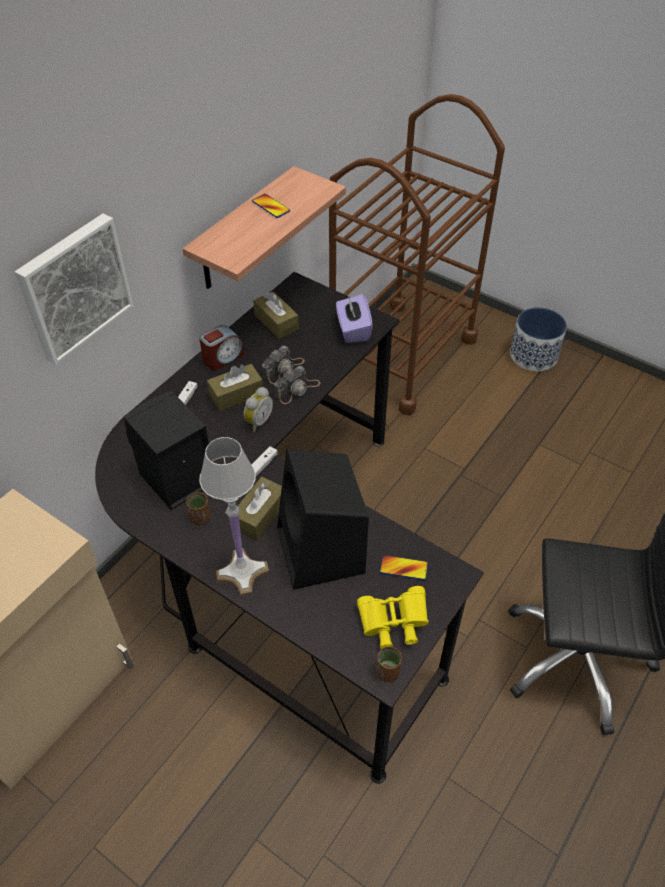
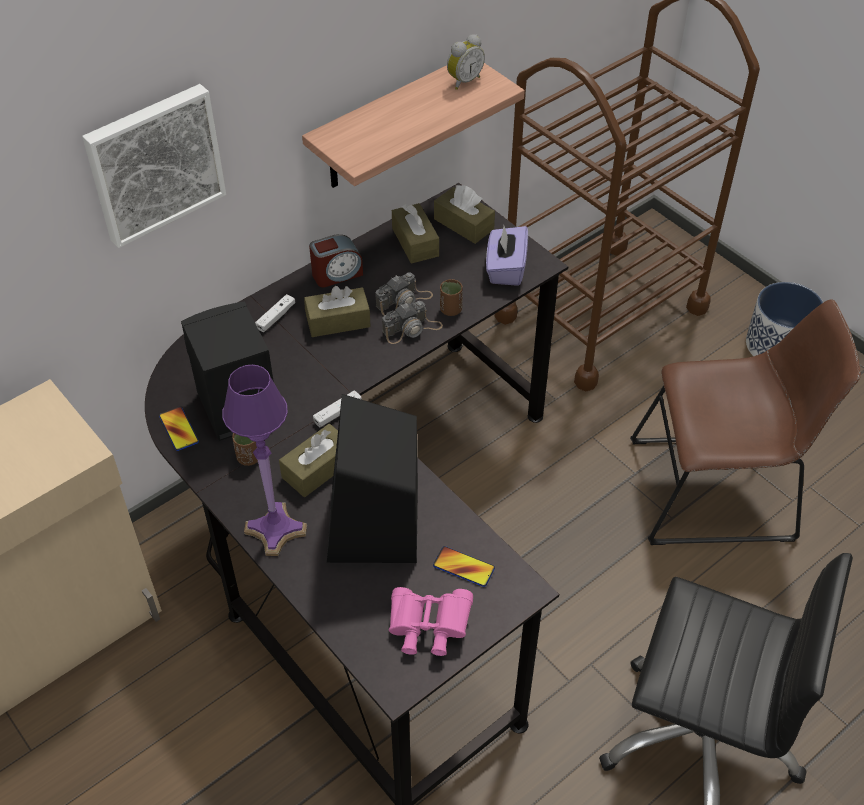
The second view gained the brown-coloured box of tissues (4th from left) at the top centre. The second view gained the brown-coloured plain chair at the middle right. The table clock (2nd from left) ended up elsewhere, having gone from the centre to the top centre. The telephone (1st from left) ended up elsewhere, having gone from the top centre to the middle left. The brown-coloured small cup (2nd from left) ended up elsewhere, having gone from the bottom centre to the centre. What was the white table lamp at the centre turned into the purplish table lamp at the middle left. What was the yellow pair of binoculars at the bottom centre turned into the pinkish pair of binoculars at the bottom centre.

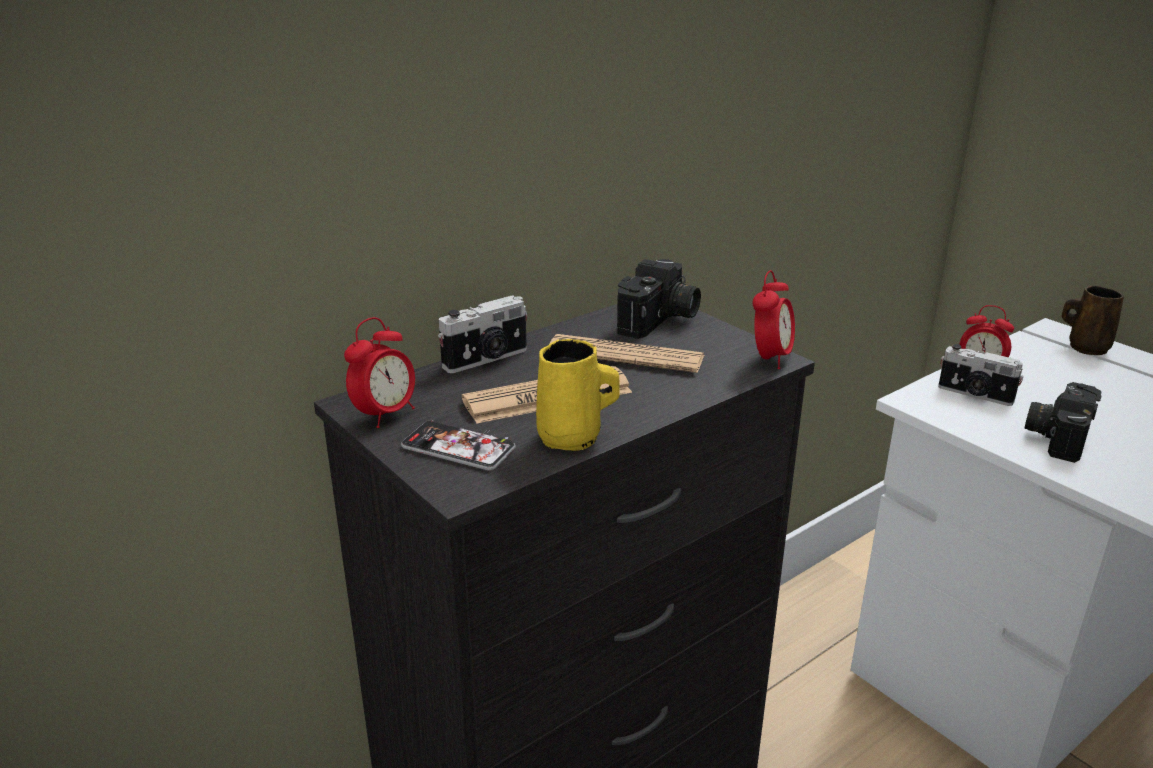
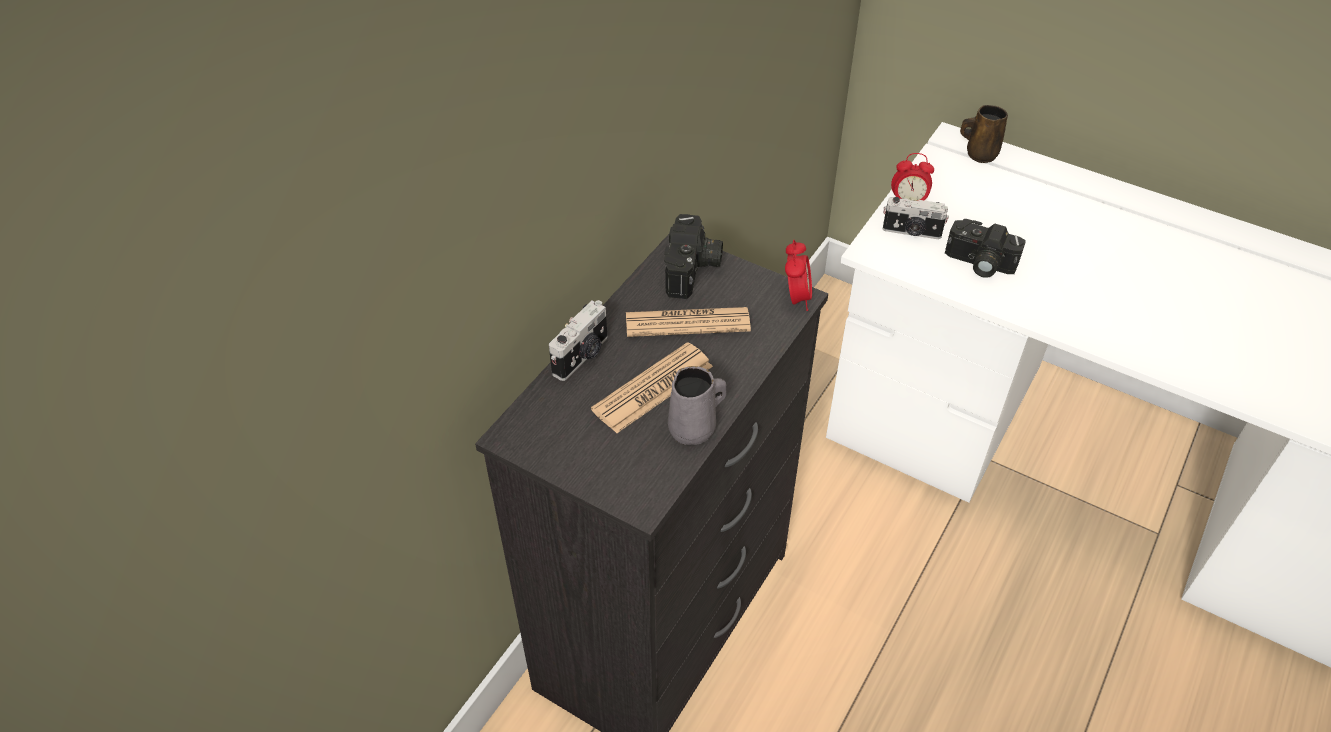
The second view lost the table clock (1st from left) at the middle left. The second view lost the telephone at the centre. What was the yellow tea mug at the centre turned into the grey tea mug at the centre. The still camera (4th from left) at the middle right ended up facing another way, 75 degrees counterclockwise from before.

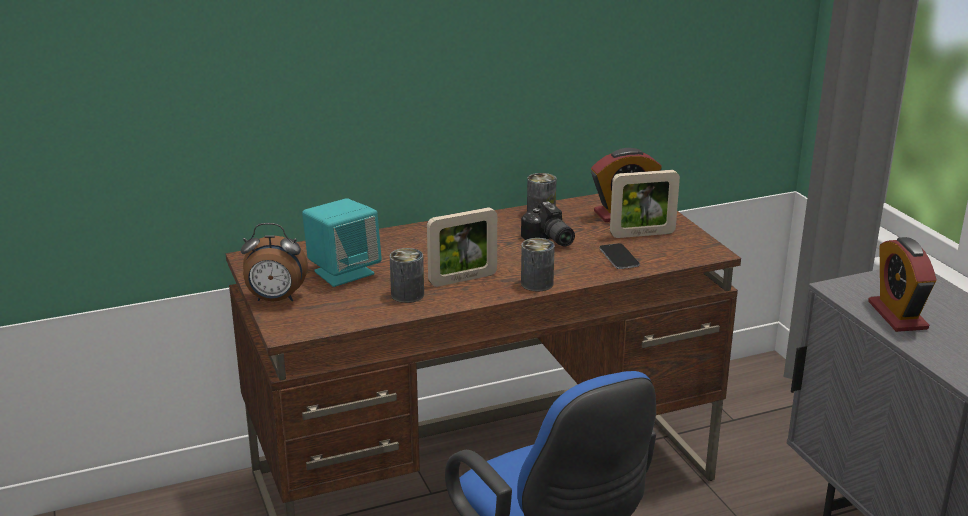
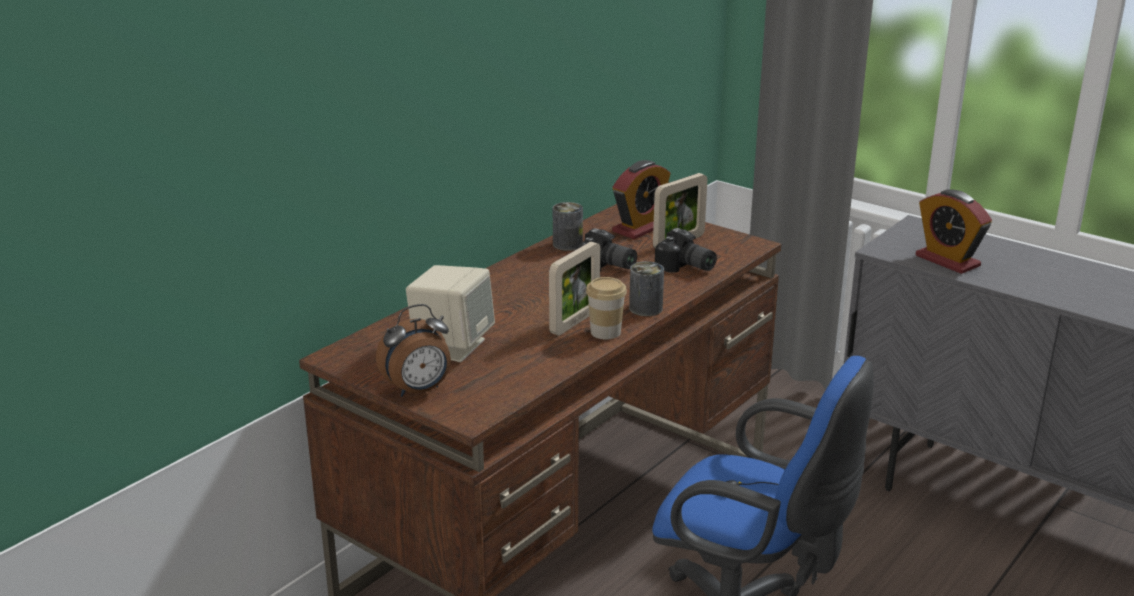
The second view lost the sealed can (1st from left) at the centre. The second view gained the small cup at the centre. Where the telephone stood at the centre, the still camera (2nd from left) came to stand at the centre. What was the turquoise-coloured loudspeaker at the centre turned into the beige loudspeaker at the centre.

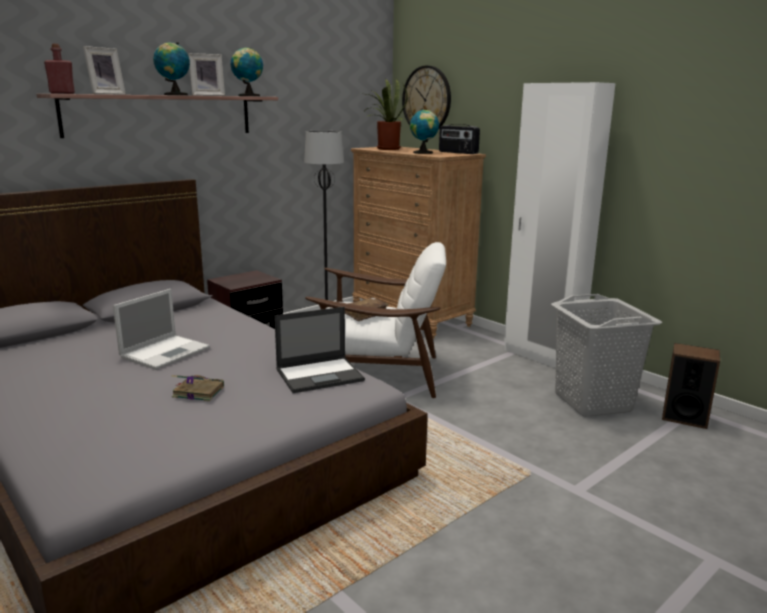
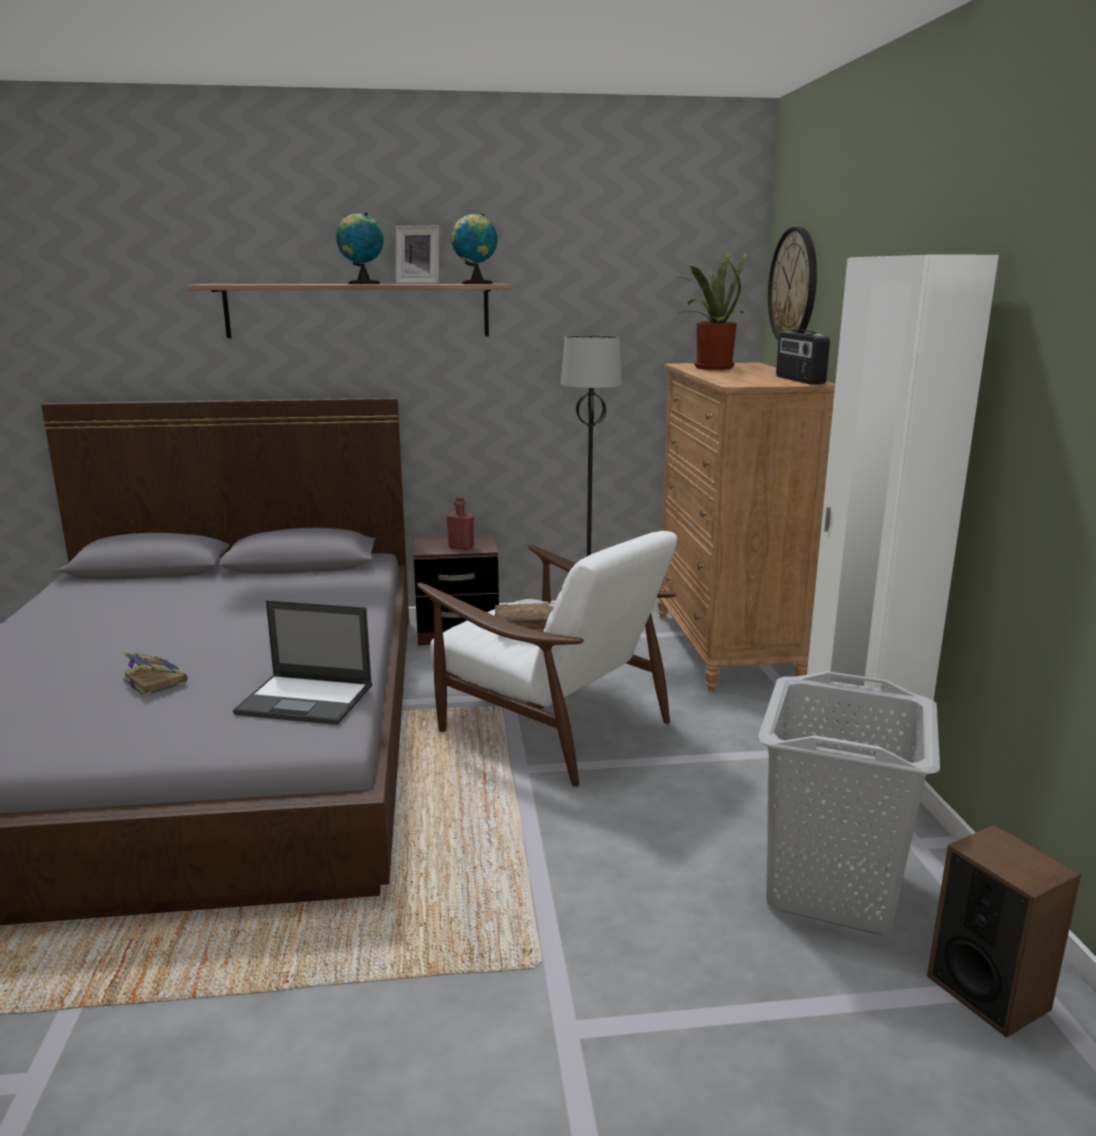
The second view lost the picture frame (1st from left) at the top left. The second view lost the portable computer (1st from left) at the middle left. The second view lost the globe (3rd from left) at the top centre. The reddish bottle ended up elsewhere, having gone from the top left to the centre.

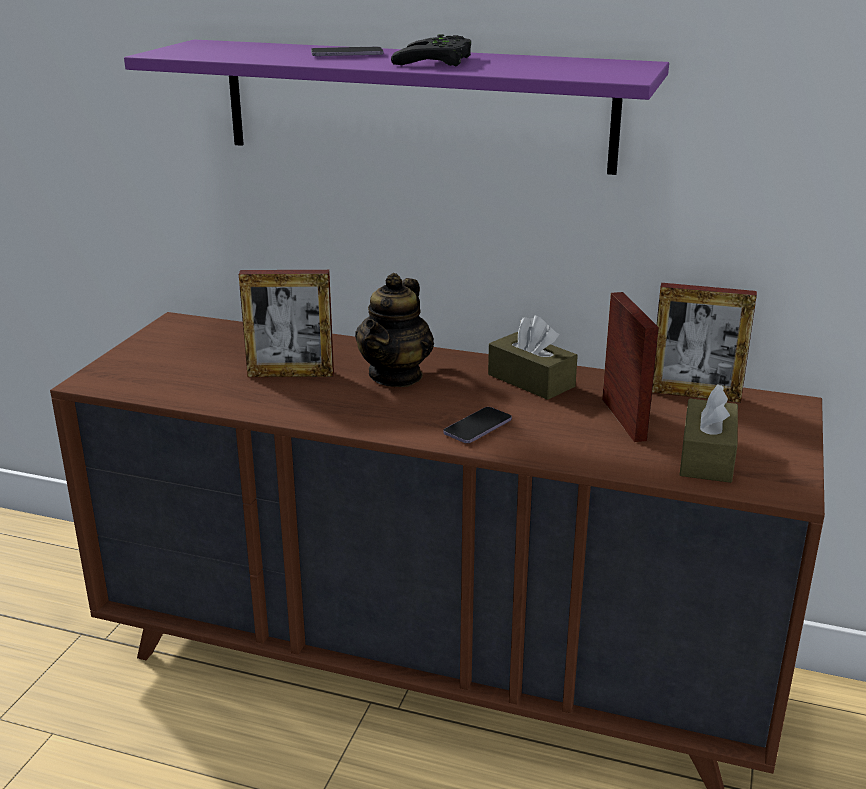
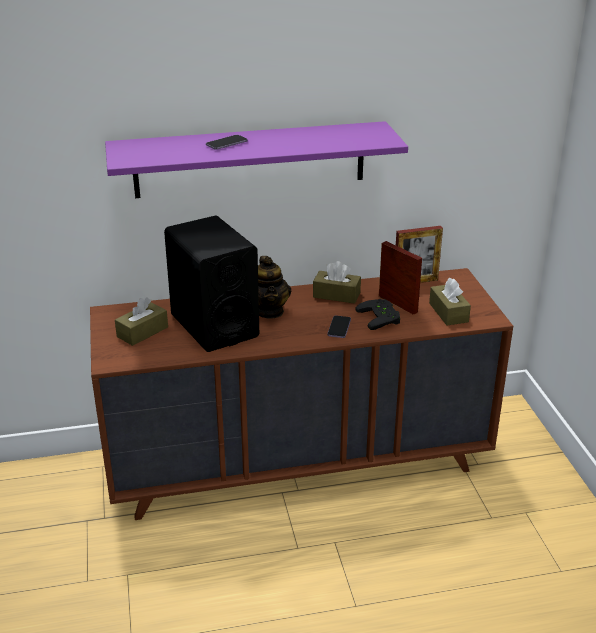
The second view gained the brown-coloured box of tissues (1st from left) at the middle left. The blackish gamepad ended up elsewhere, having gone from the top centre to the centre. Where the picture frame (1st from left) stood at the middle left, the blackish loudspeaker came to stand at the centre.

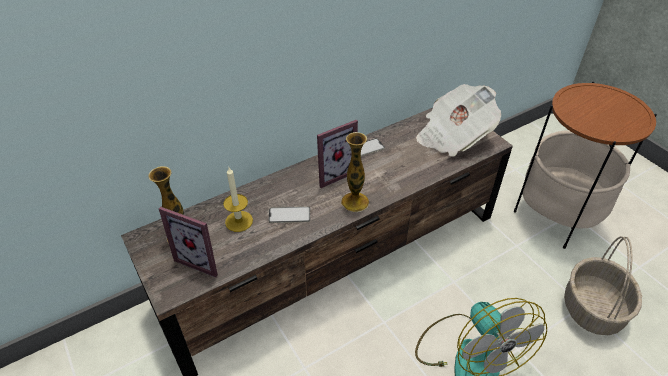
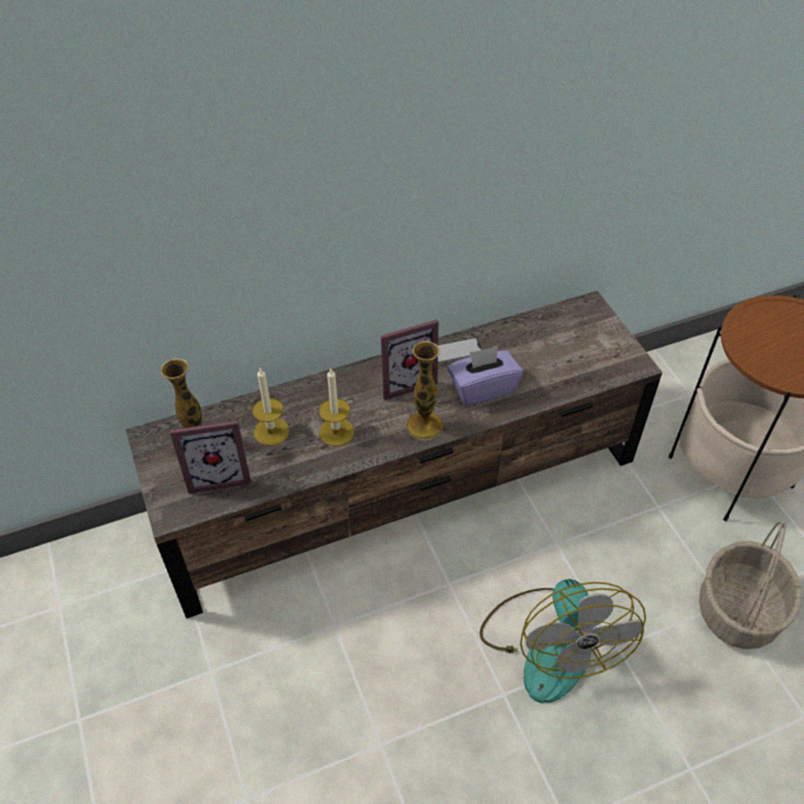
The second view lost the daily paper at the top right. The second view gained the purplish box of tissues at the centre. Where the telephone (1st from left) stood at the centre, the wax candle (2nd from left) came to stand at the centre. The picture frame (1st from left) at the middle left ended up facing another way, 45 degrees counterclockwise from before.

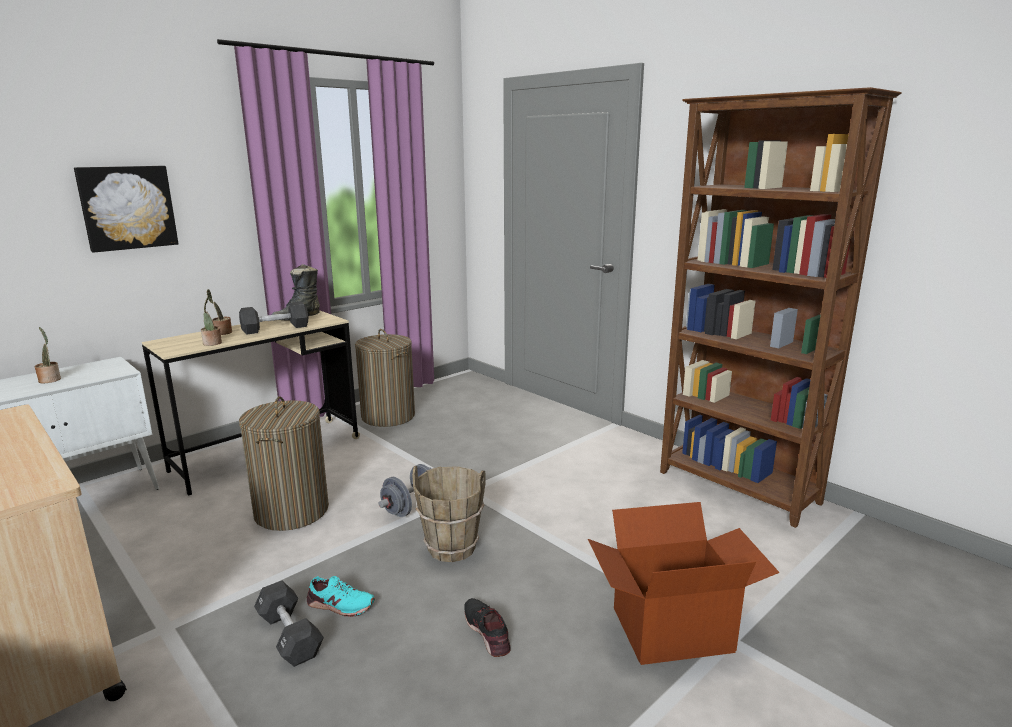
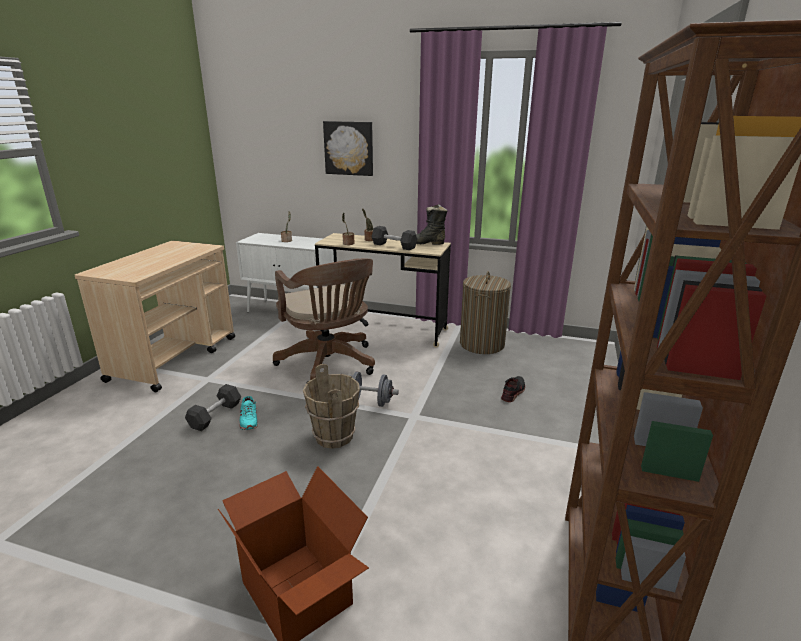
The blackish shoe ended up elsewhere, having gone from the bottom centre to the centre. Where the hamper (1st from left) stood at the middle left, the brown-coloured computer chair came to stand at the centre.

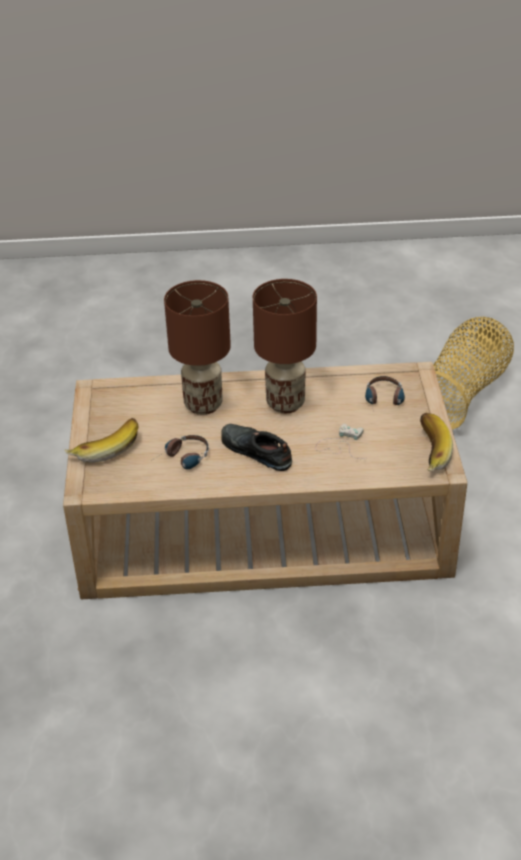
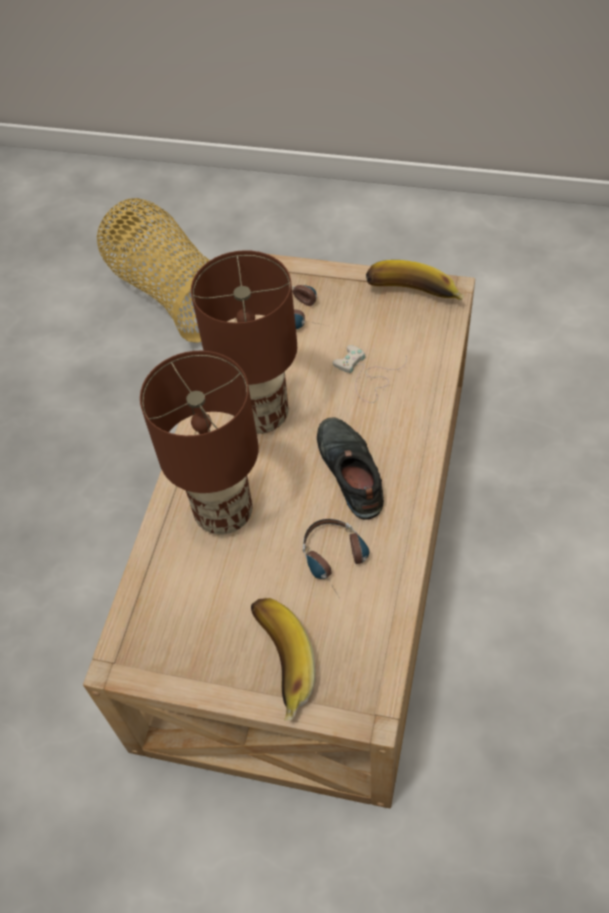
The blackish shoe at the centre ended up facing another way, 105 degrees clockwise from before.

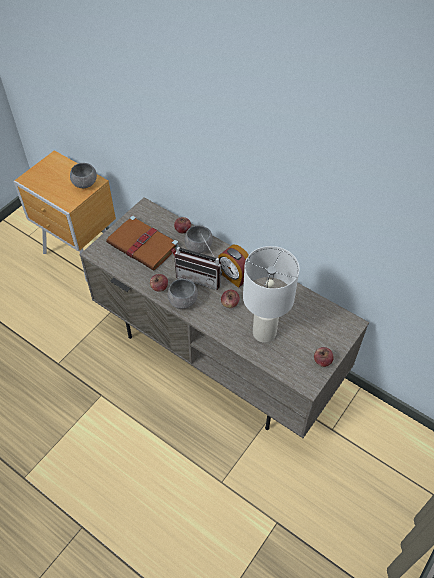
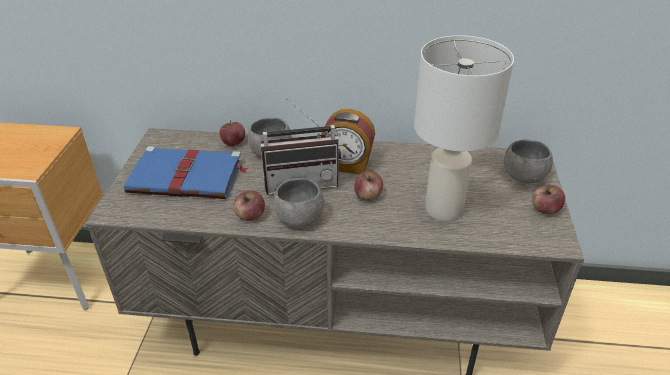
The grey deep dish (1st from left in the first image) ended up elsewhere, having gone from the top left to the middle right. What was the brown-coloured volume at the middle left turned into the blue volume at the middle left.

